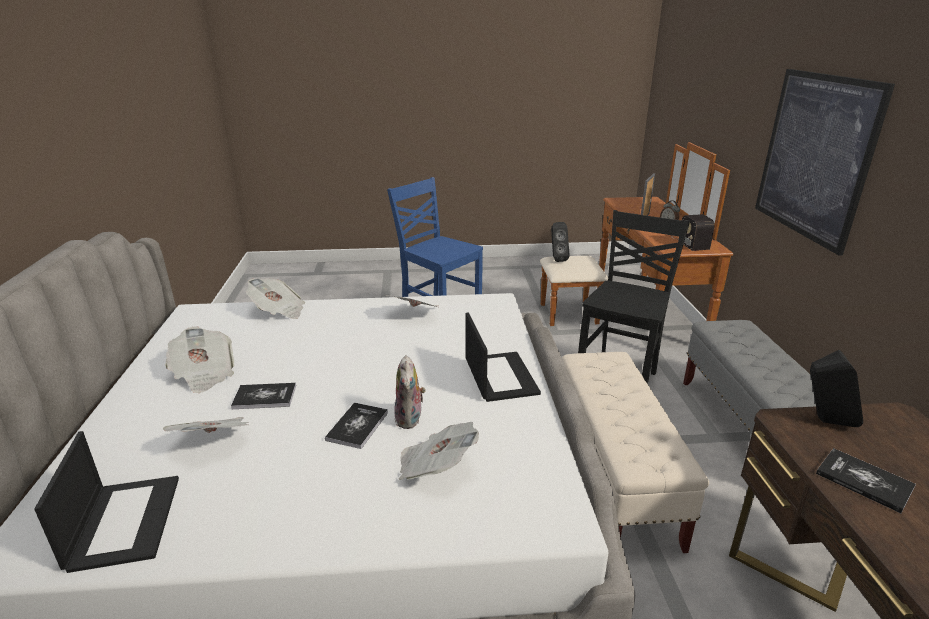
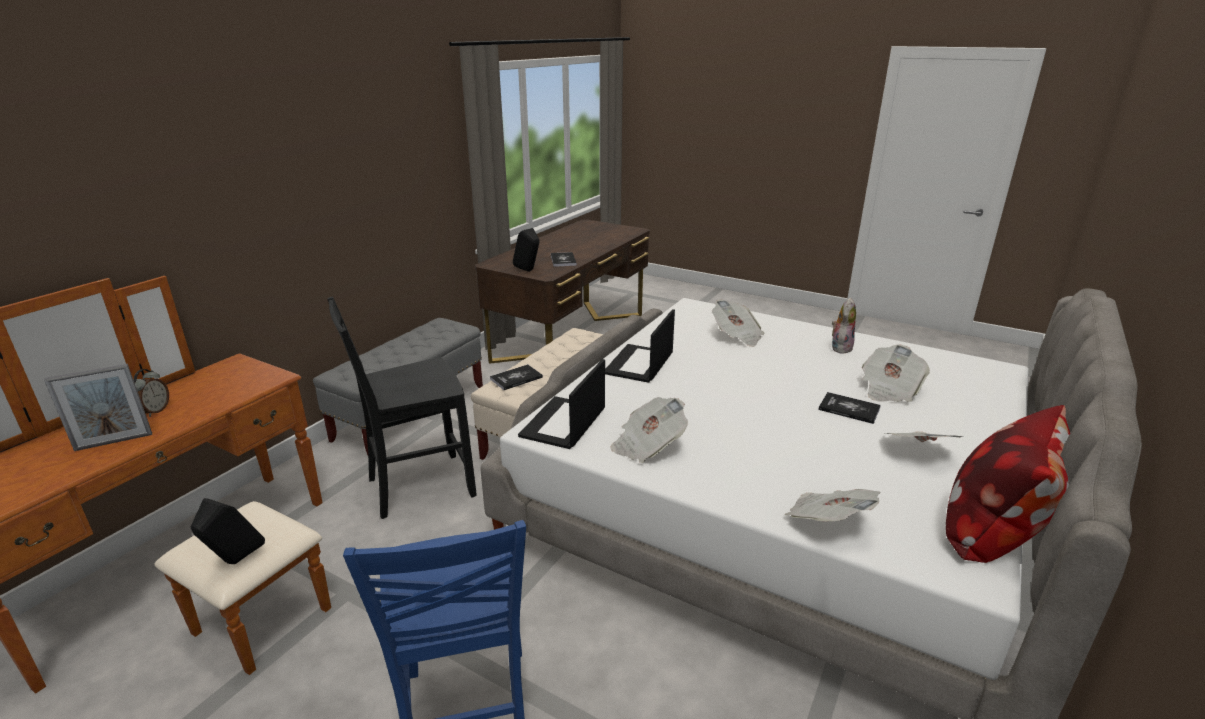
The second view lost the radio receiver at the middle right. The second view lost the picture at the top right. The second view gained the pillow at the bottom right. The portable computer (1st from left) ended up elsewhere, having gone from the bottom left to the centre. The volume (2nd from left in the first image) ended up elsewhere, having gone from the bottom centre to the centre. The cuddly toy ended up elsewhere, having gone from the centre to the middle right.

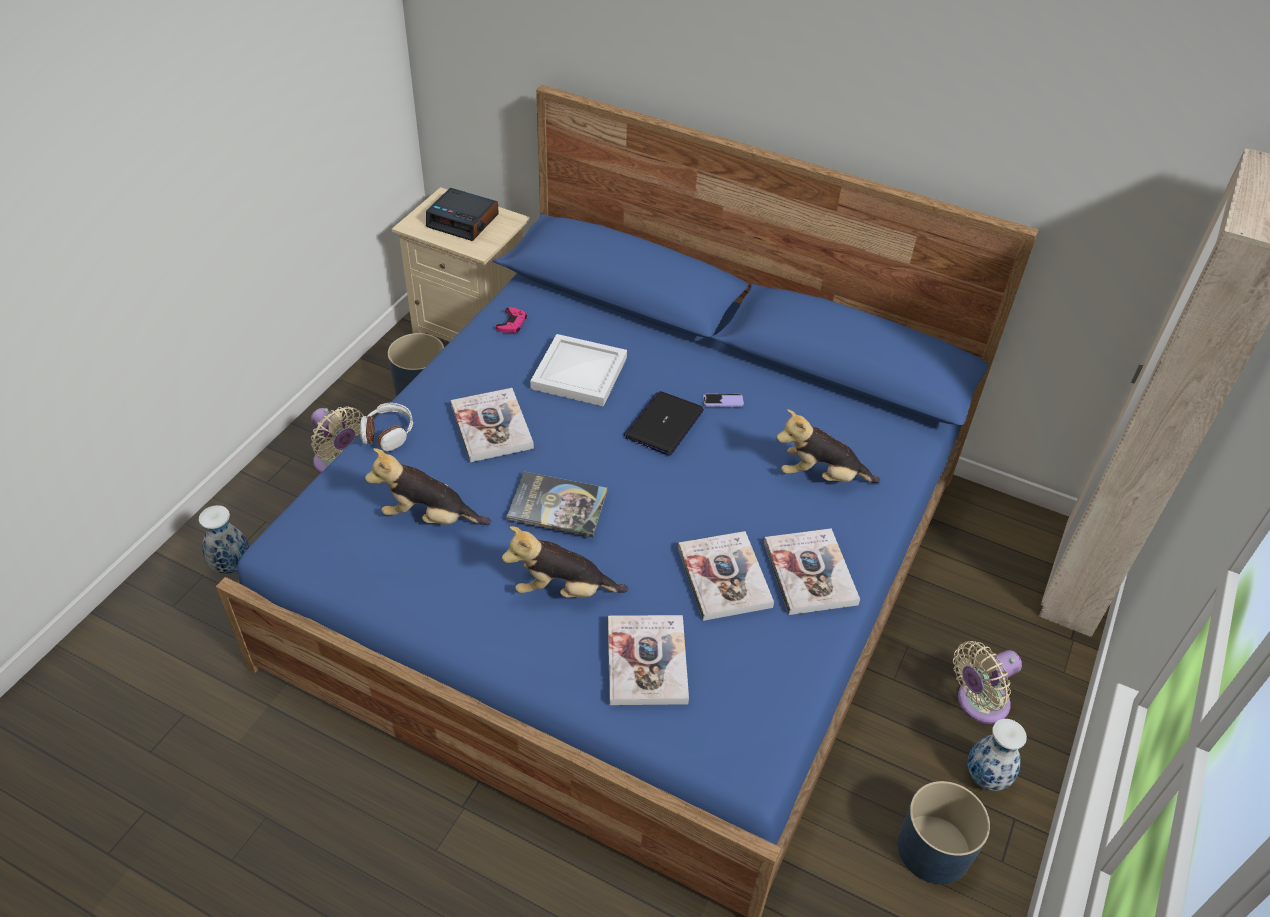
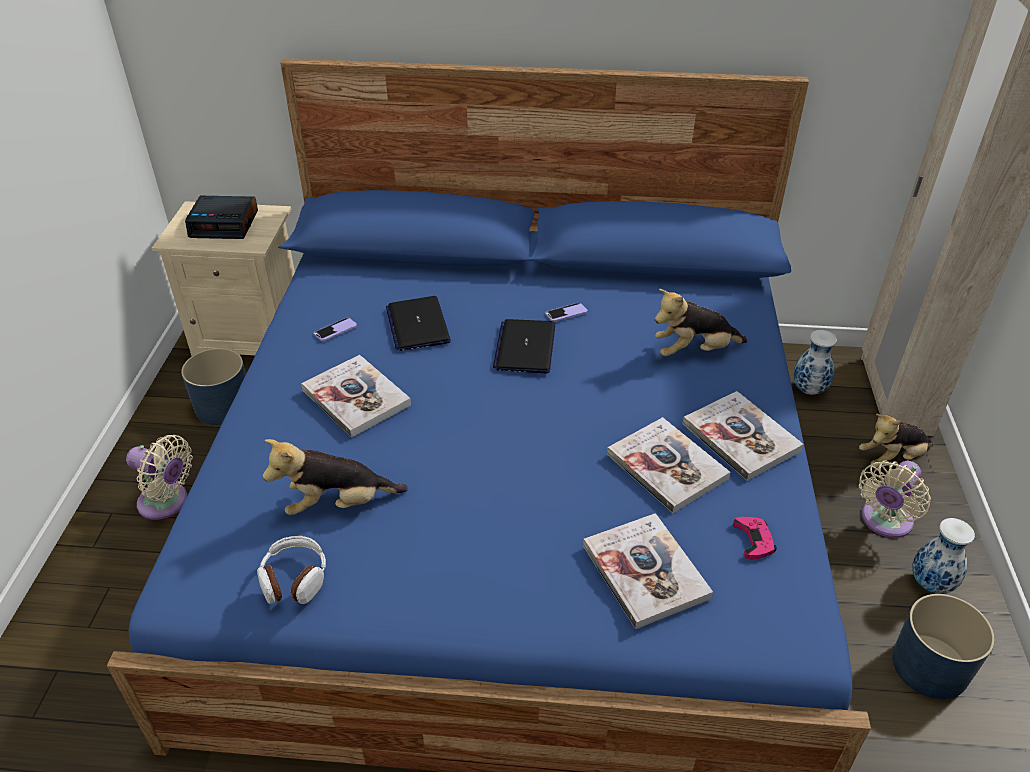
The second view lost the volume (2nd from left) at the centre. The second view gained the telephone (1st from left) at the middle left. The vase (1st from left) ended up elsewhere, having gone from the middle left to the middle right. The pair of headphones ended up elsewhere, having gone from the middle left to the bottom left. The pinkish gamepad ended up elsewhere, having gone from the centre to the bottom right. The cuddly toy (2nd from left in the first image) ended up elsewhere, having gone from the centre to the middle right. Where the white serving tray stood at the centre, the portable computer (1st from left) came to stand at the centre.

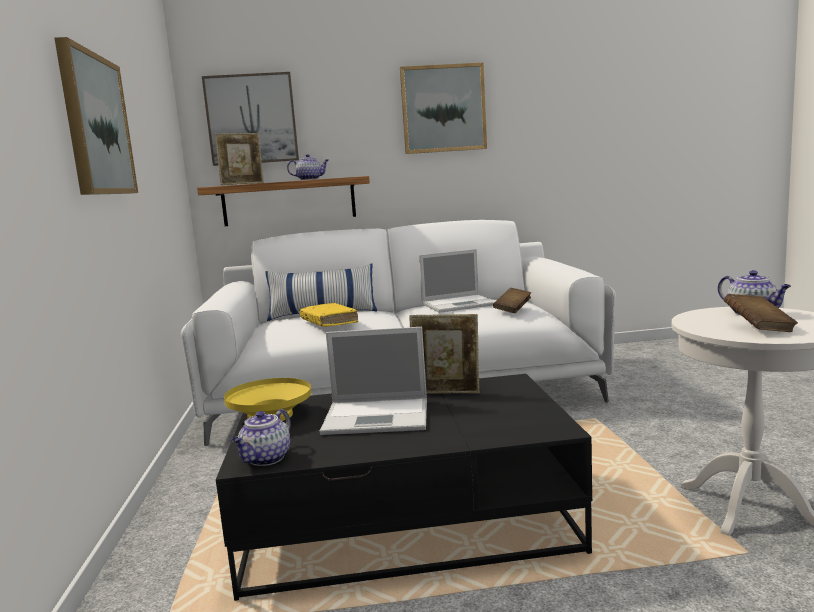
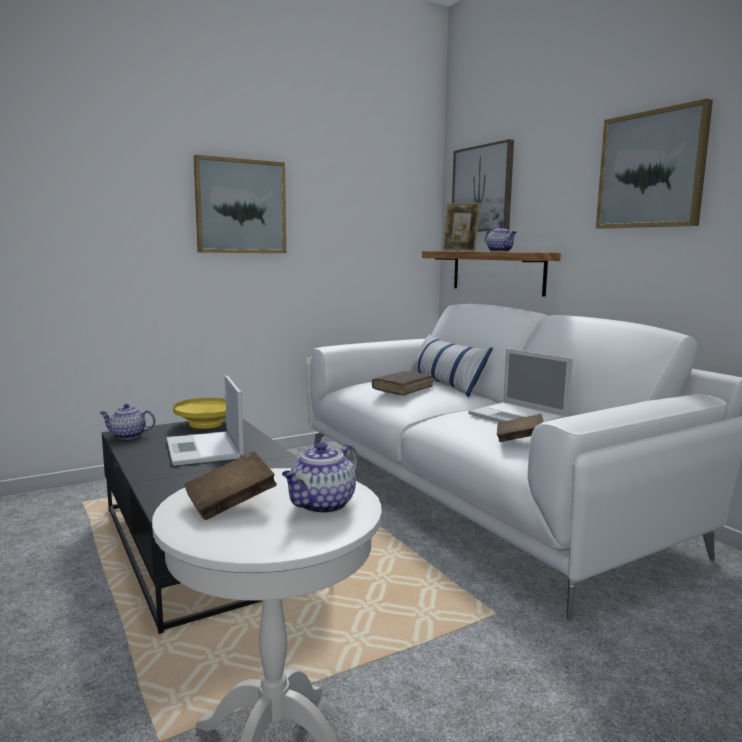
The second view lost the picture frame (2nd from left) at the centre. What was the yellow volume at the centre turned into the brown-coloured volume (2nd from left) at the centre.

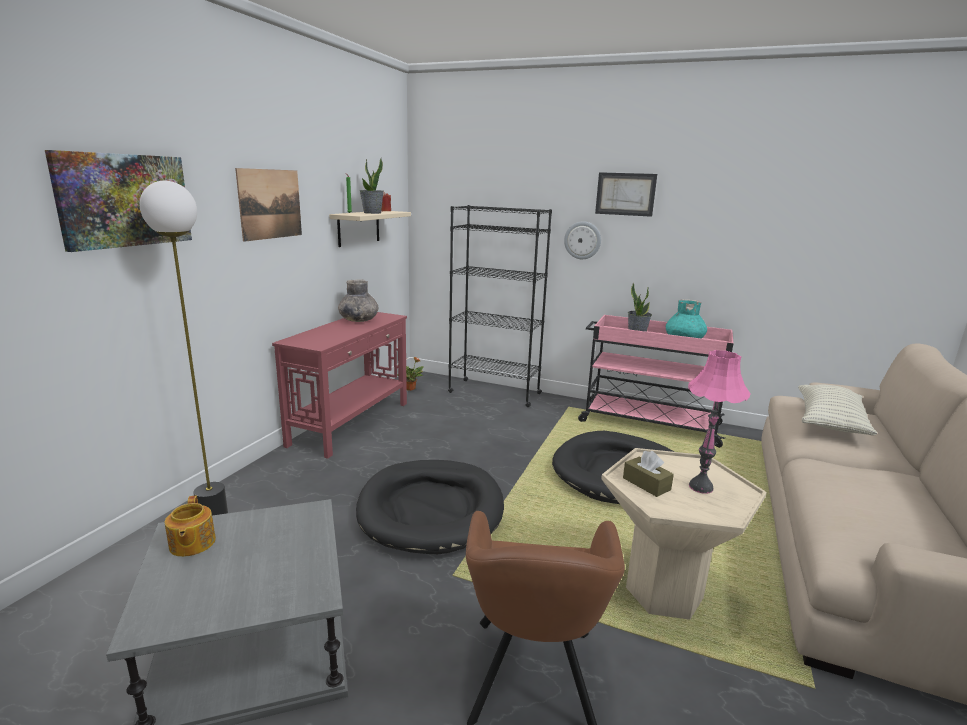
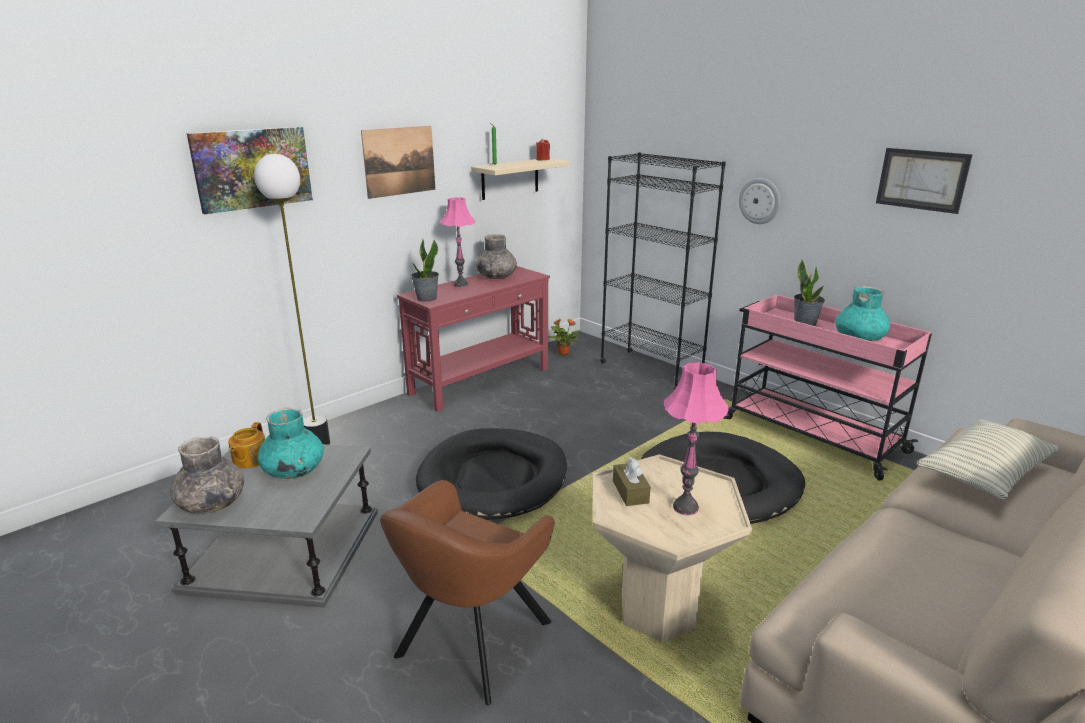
The second view gained the grey vase (1st from left) at the middle left. The second view gained the turquoise-coloured vase (1st from left) at the middle left. The second view gained the pinkish table lamp (1st from left) at the centre. The plant in a pot (1st from left) ended up elsewhere, having gone from the top centre to the centre. The picture (3rd from left) ended up elsewhere, having gone from the top centre to the top right.

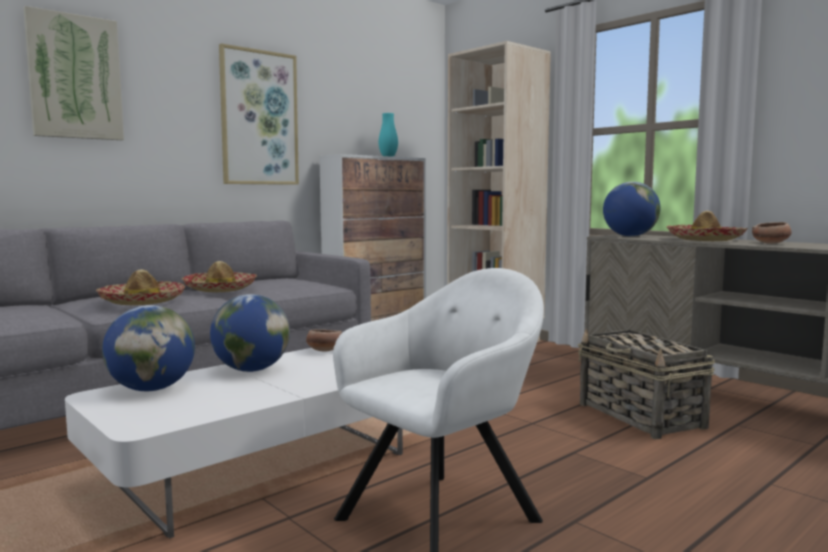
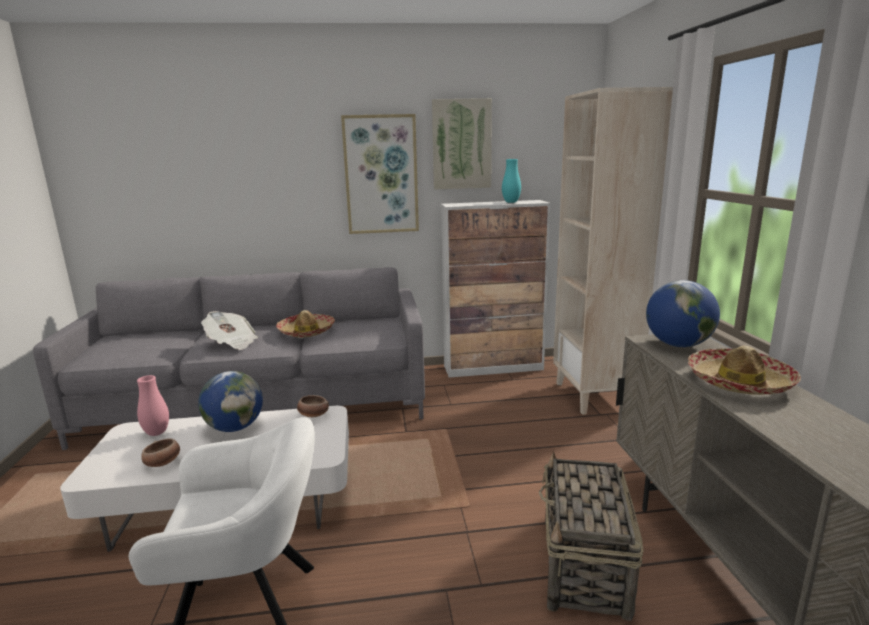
The picture (1st from left in the first image) ended up elsewhere, having gone from the top left to the top centre. The deep dish (2nd from left in the first image) ended up elsewhere, having gone from the middle right to the bottom left. Where the wearable hat (1st from left) stood at the middle left, the daily paper came to stand at the middle left. Where the globe (1st from left) stood at the middle left, the pinkish vase came to stand at the middle left.

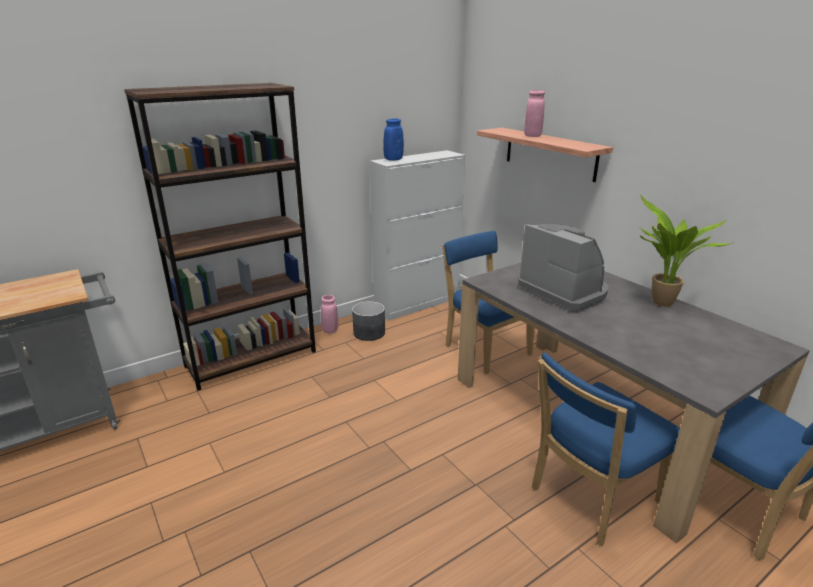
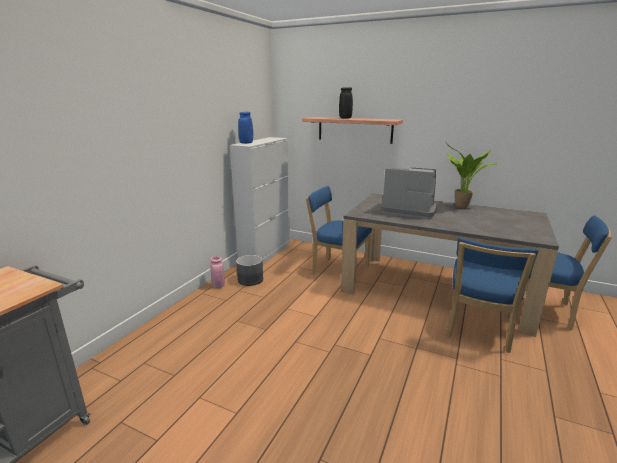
The second view lost the brown-coloured bookcase at the middle left. What was the pinkish vase (2nd from left) at the top centre turned into the blackish vase at the top centre.

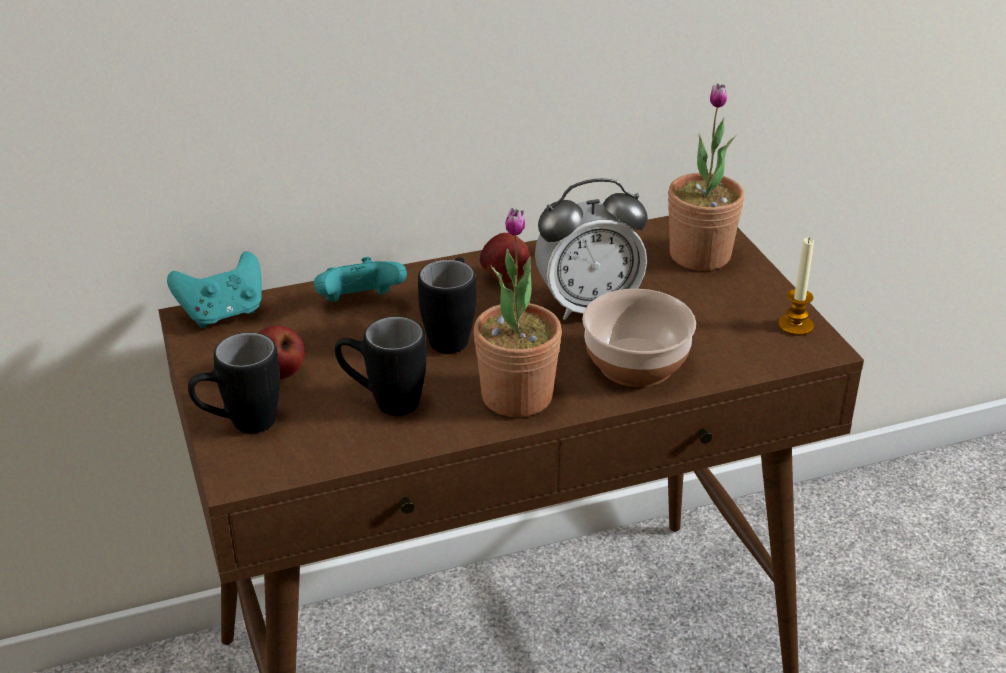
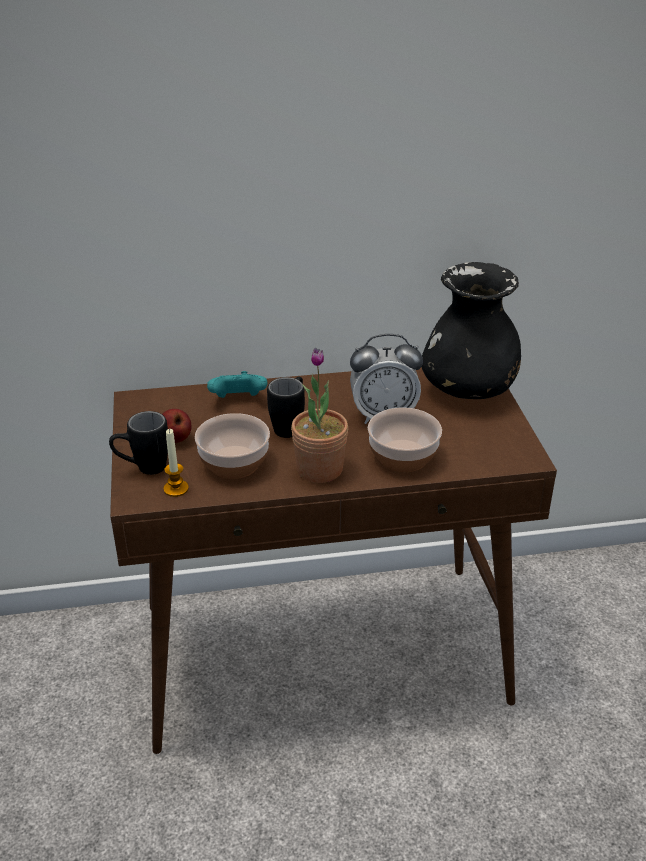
The second view lost the turquoise-coloured gamepad (1st from left) at the middle left. The second view lost the whole apple (2nd from left) at the centre. The wax candle ended up elsewhere, having gone from the middle right to the middle left. Where the blackish tea mug (2nd from left) stood at the centre, the deep dish (1st from left) came to stand at the centre. Where the plant in a pot (2nd from left) stood at the top right, the blackish vase came to stand at the middle right.

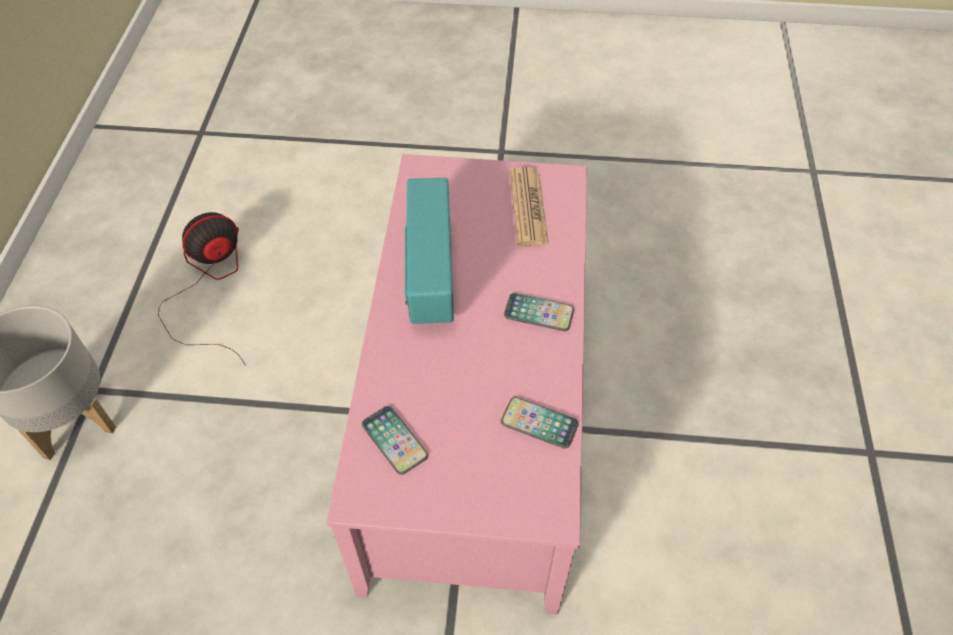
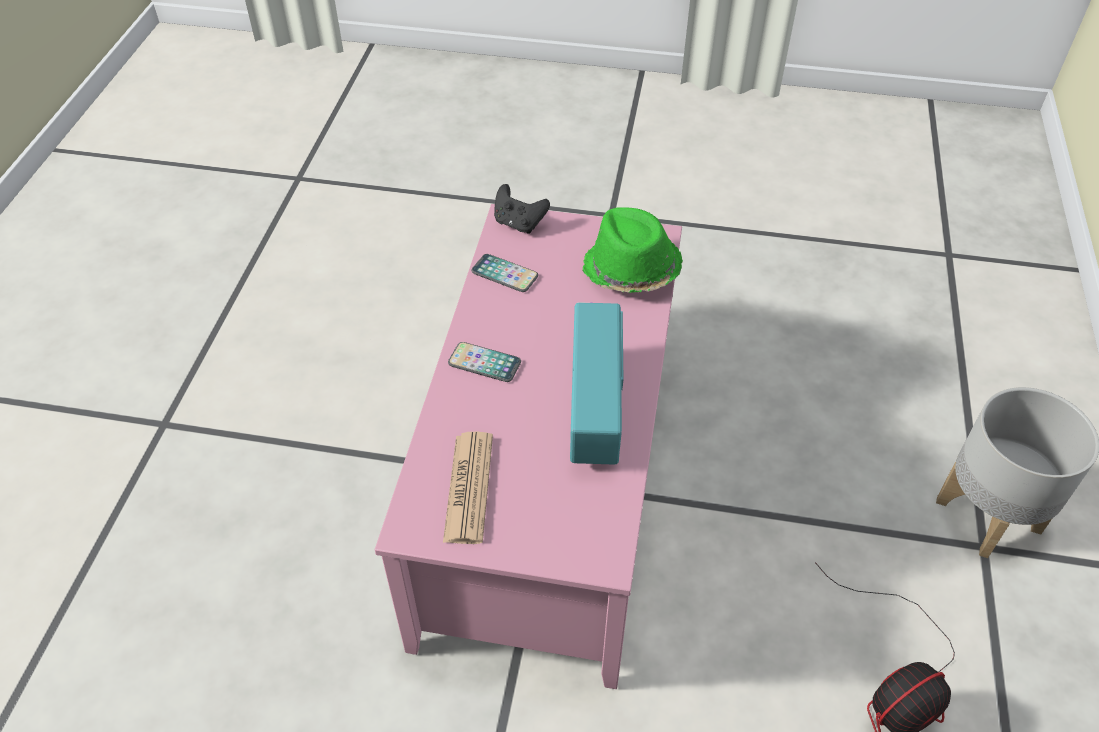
The second view gained the blackish gamepad at the top centre. Where the telephone (1st from left) stood at the bottom centre, the green wearable hat came to stand at the centre.

